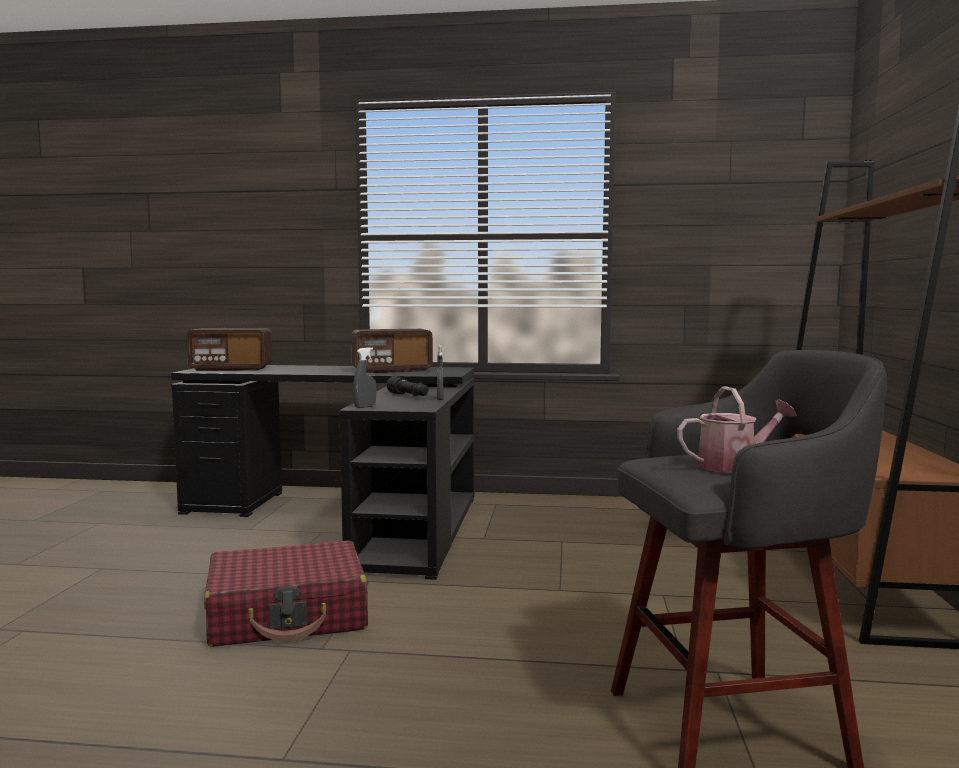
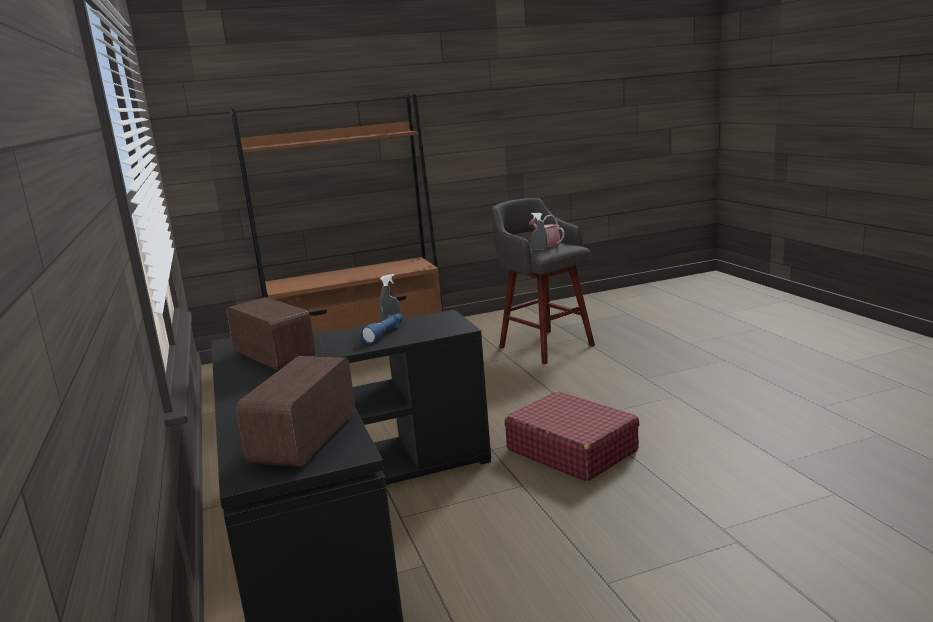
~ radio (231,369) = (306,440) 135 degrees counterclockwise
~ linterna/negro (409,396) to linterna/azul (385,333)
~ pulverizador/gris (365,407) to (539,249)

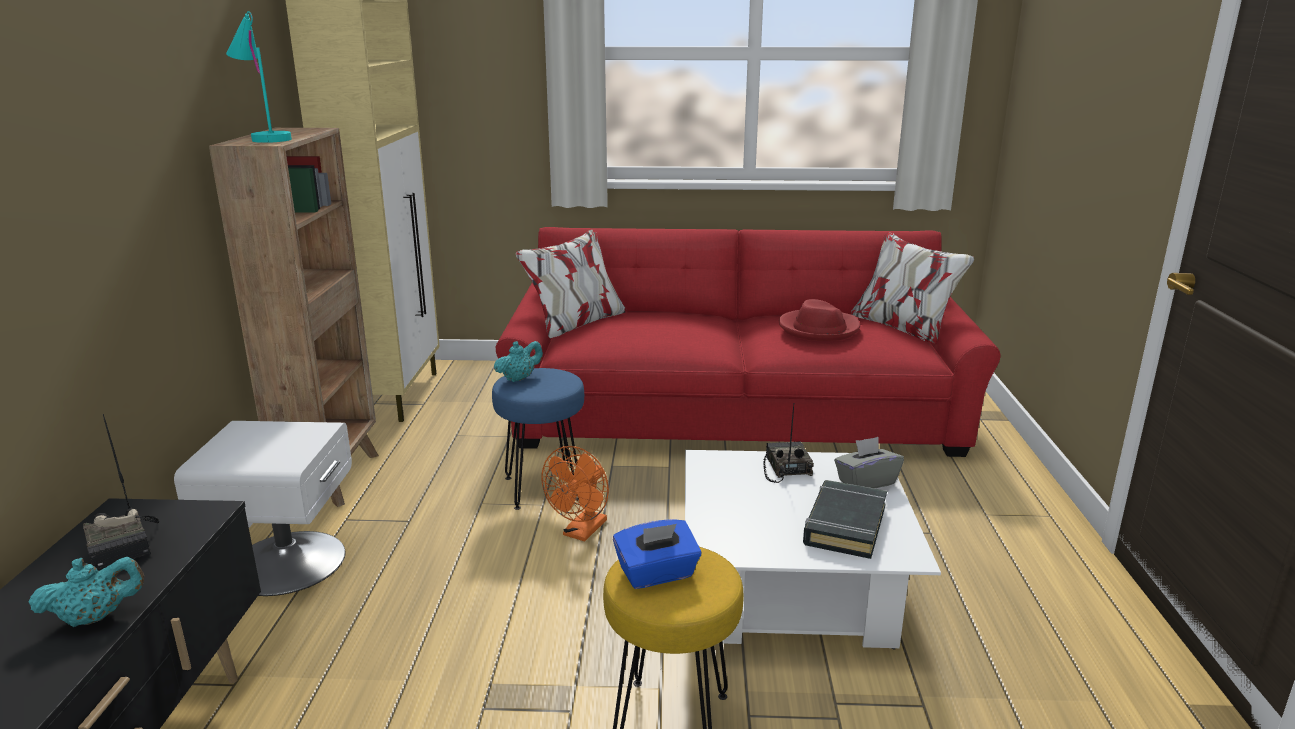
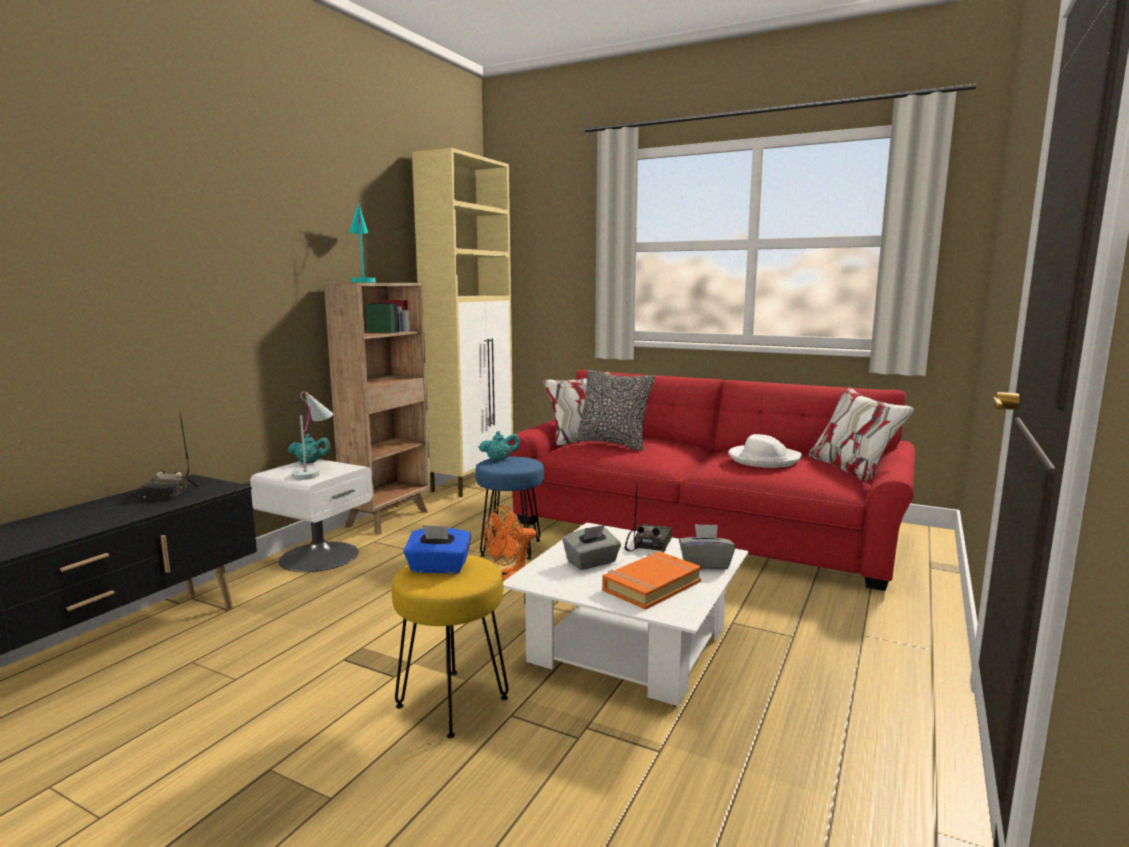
~ tetera/turquesa (96,618) to (310,462)
+ lámpara de mesa/blanco (315,473)
+ caja de pañuelos/gris (592,562)
+ cojín (613,443)
~ libro/negro (844,525) to libro/naranja (651,586)
~ sombrero/rojo (818,329) to sombrero/blanco (763,459)

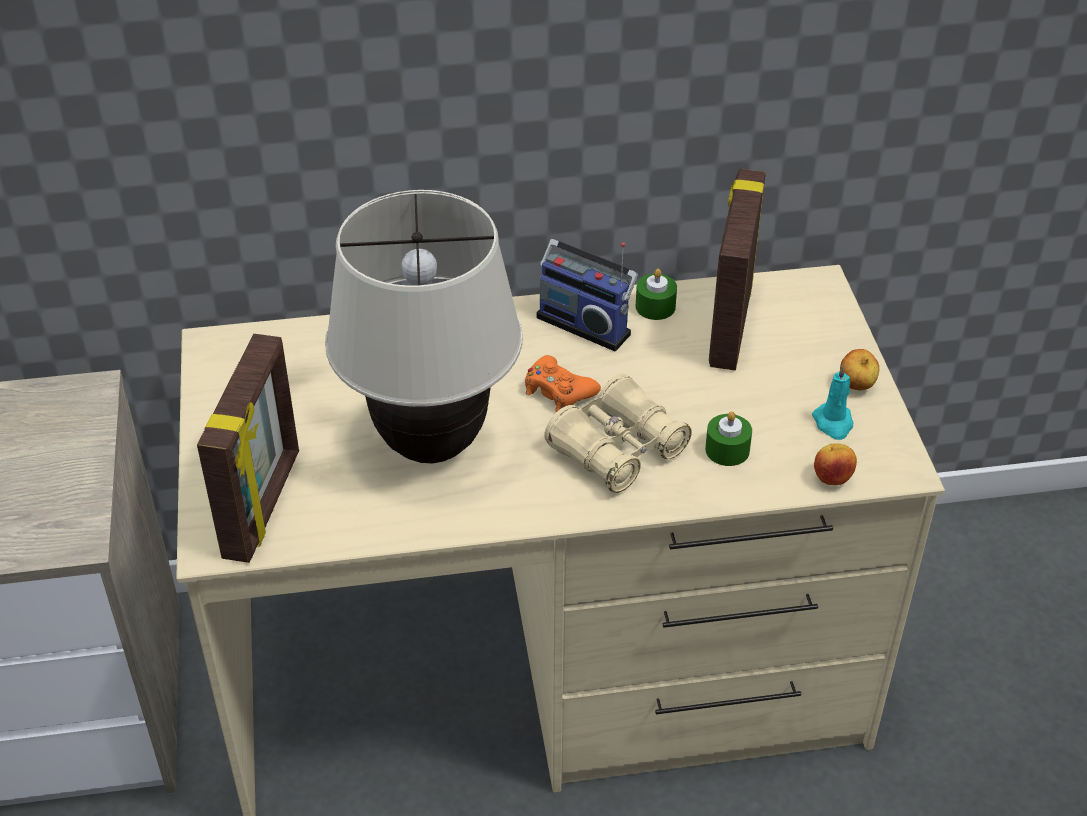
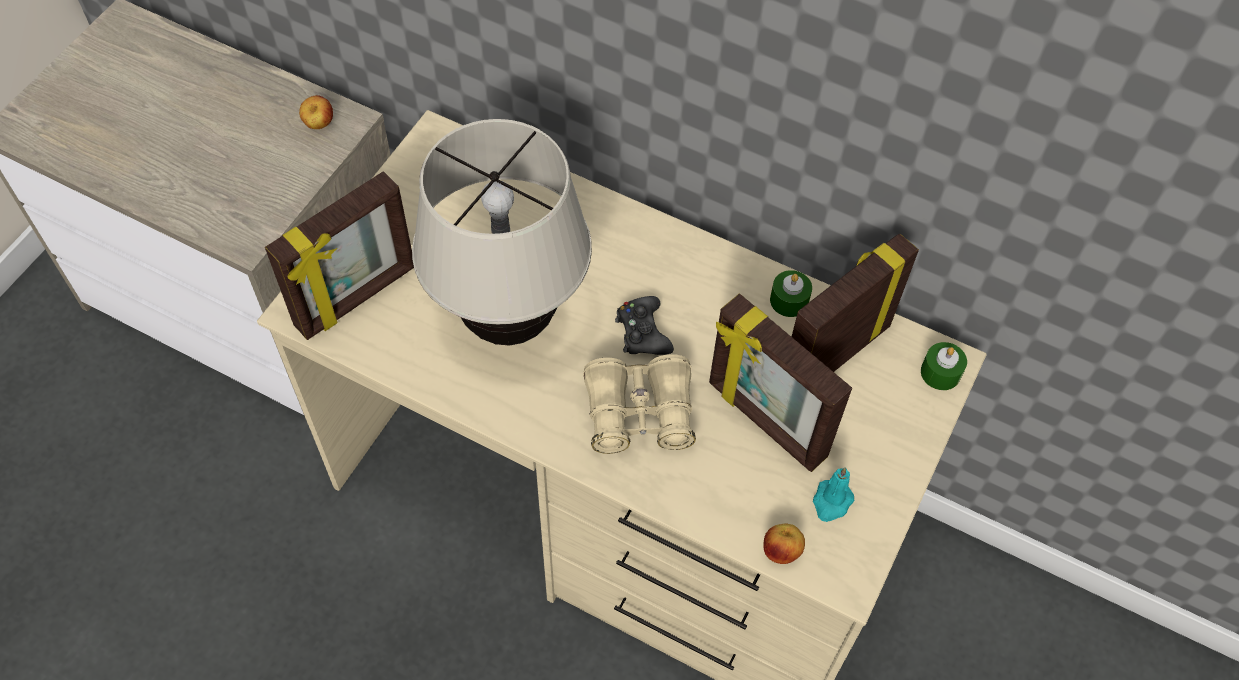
~ manzana (856,386) to (319,124)
~ mando de consola/naranja (558,391) to mando de consola/negro (642,332)
+ portarretratos (765,421)
~ vela/verde (727,450) to (940,372)
- radio (586,323)

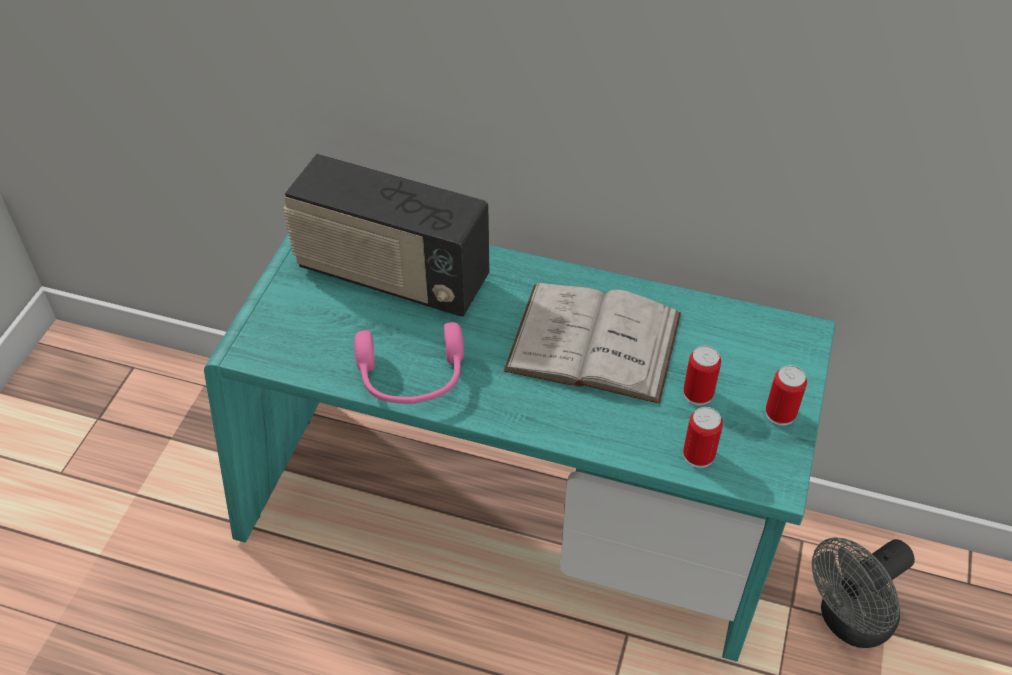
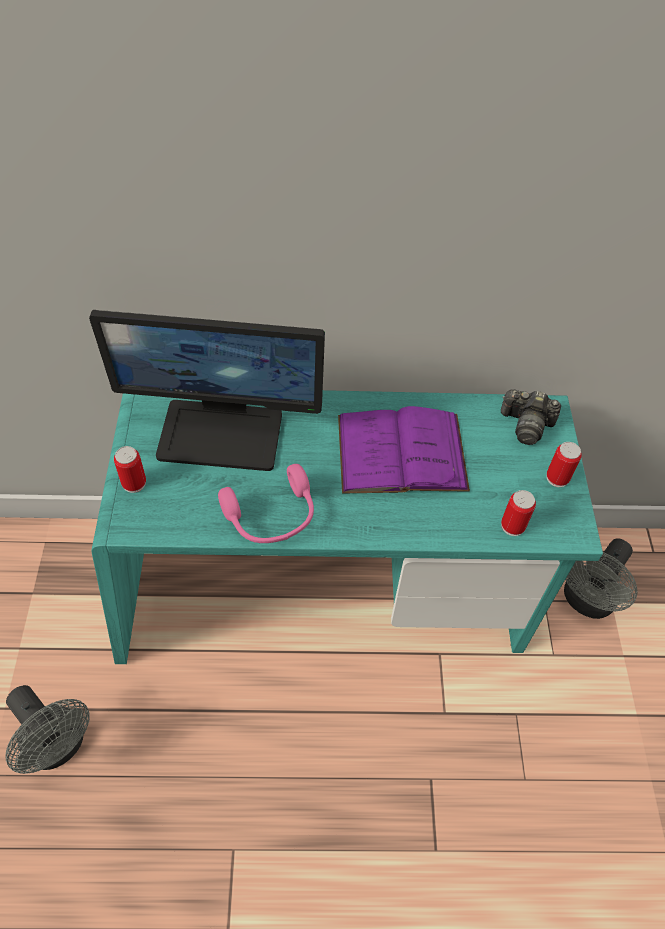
+ ventilador/gris (59,746)
~ radio (391,276) to monitor (222,433)
~ lata (698,394) to (134,483)
~ libro/blanco (594,342) to libro/morado (401,452)
+ cámara (526,425)

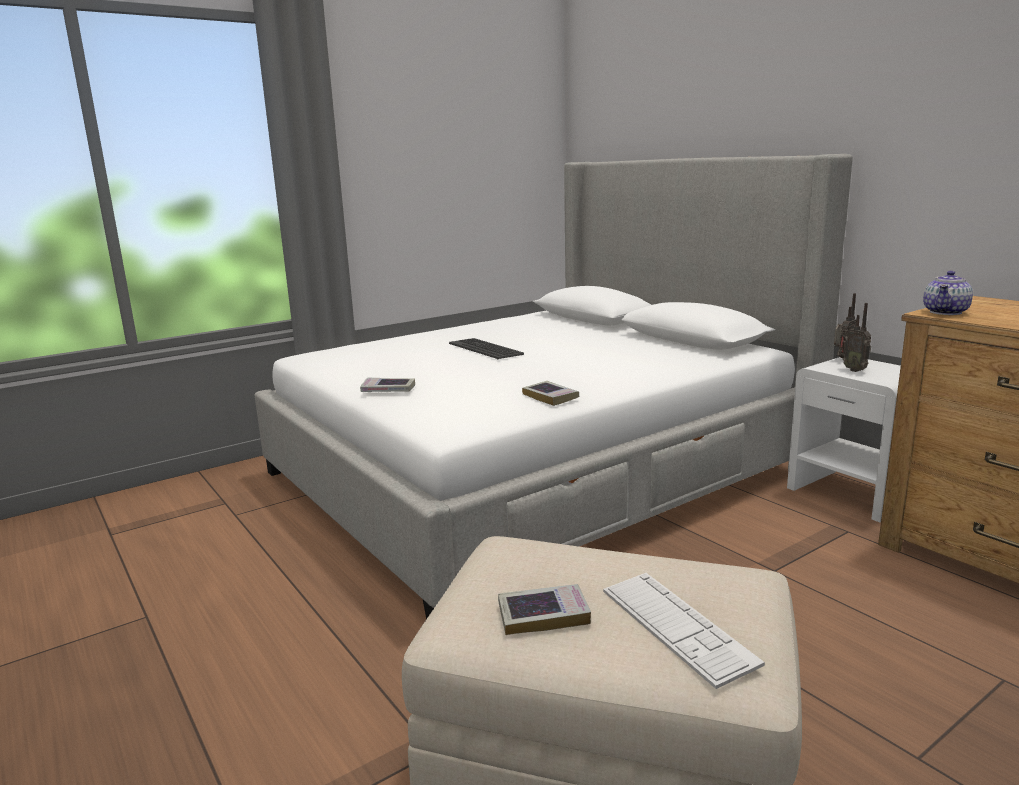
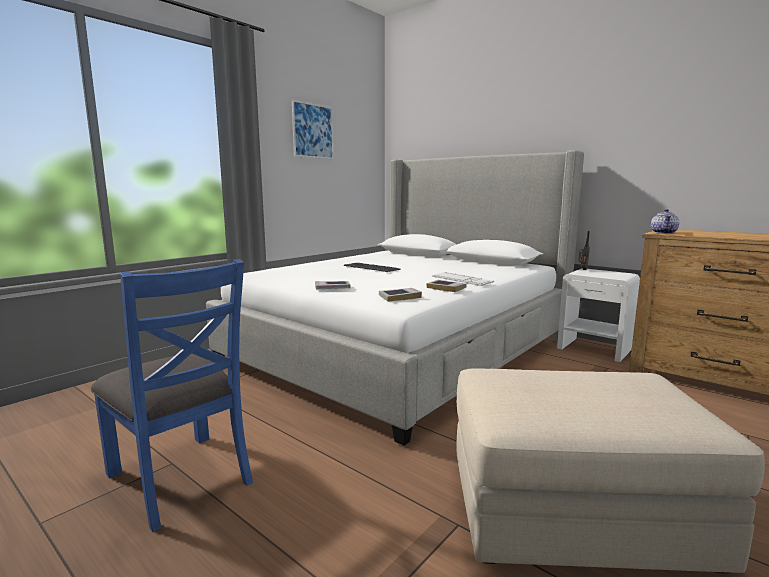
+ silla/azul (181,477)
+ cuadro (313,131)
~ libro (543,615) to (400,297)
~ teclado (676,627) to (461,279)
- radio (855,370)

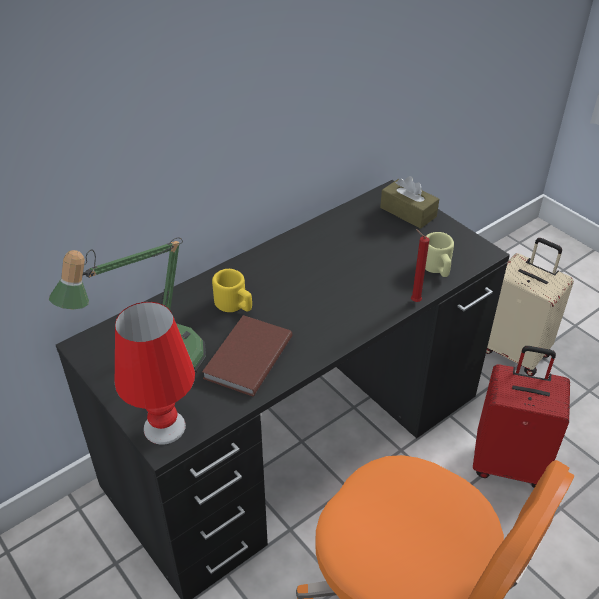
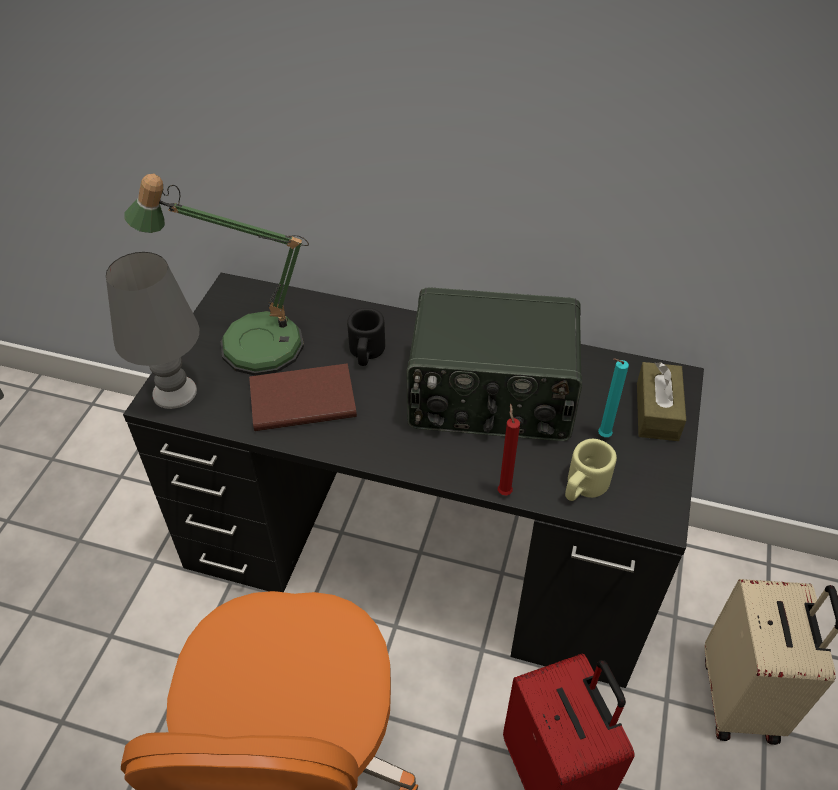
~ lámpara de mesa/rojo (164,427) to lámpara de mesa/gris (175,392)
~ taza grande/amarillo (234,305) to taza grande/negro (366,352)
+ radio (491,396)
+ vela/turquesa (602,436)

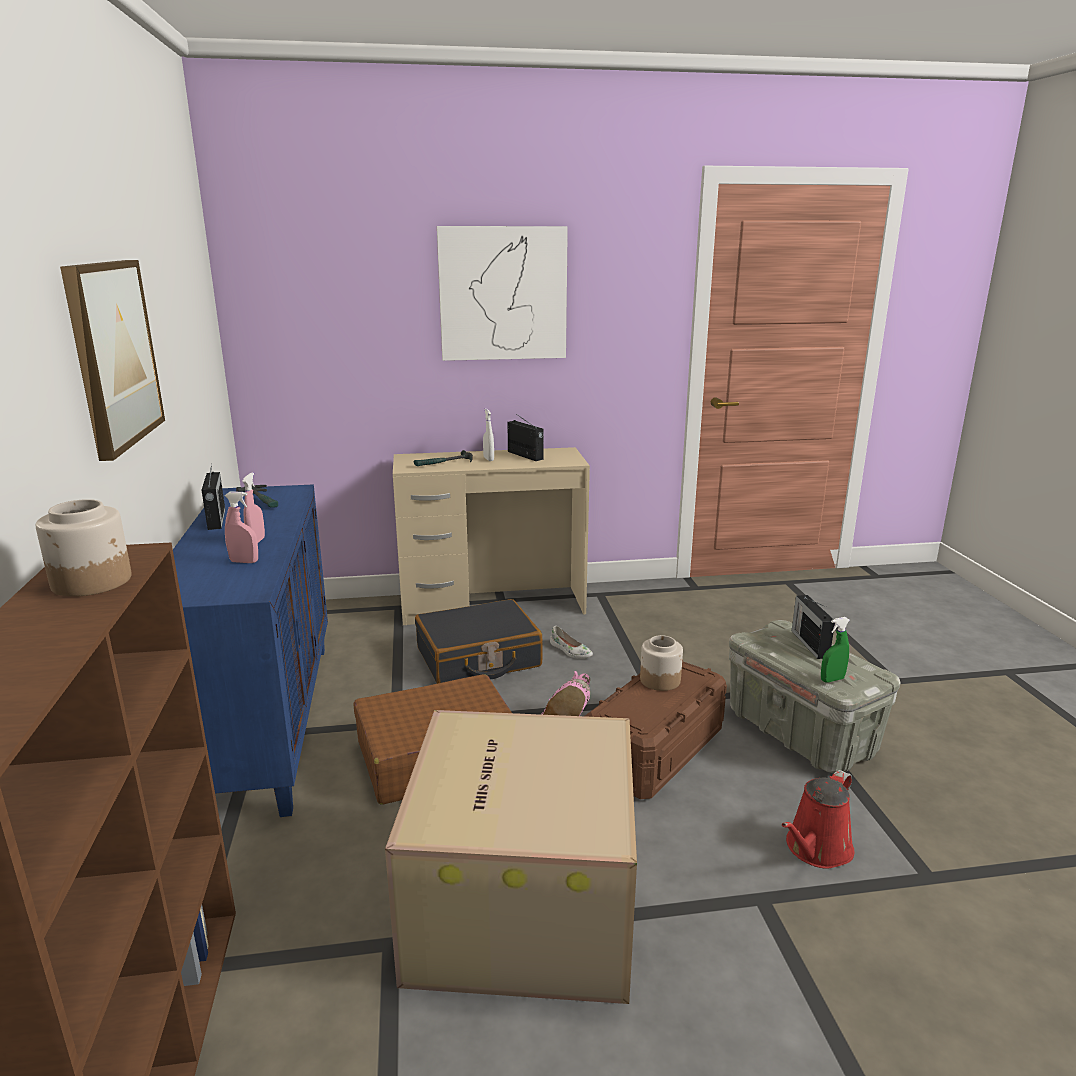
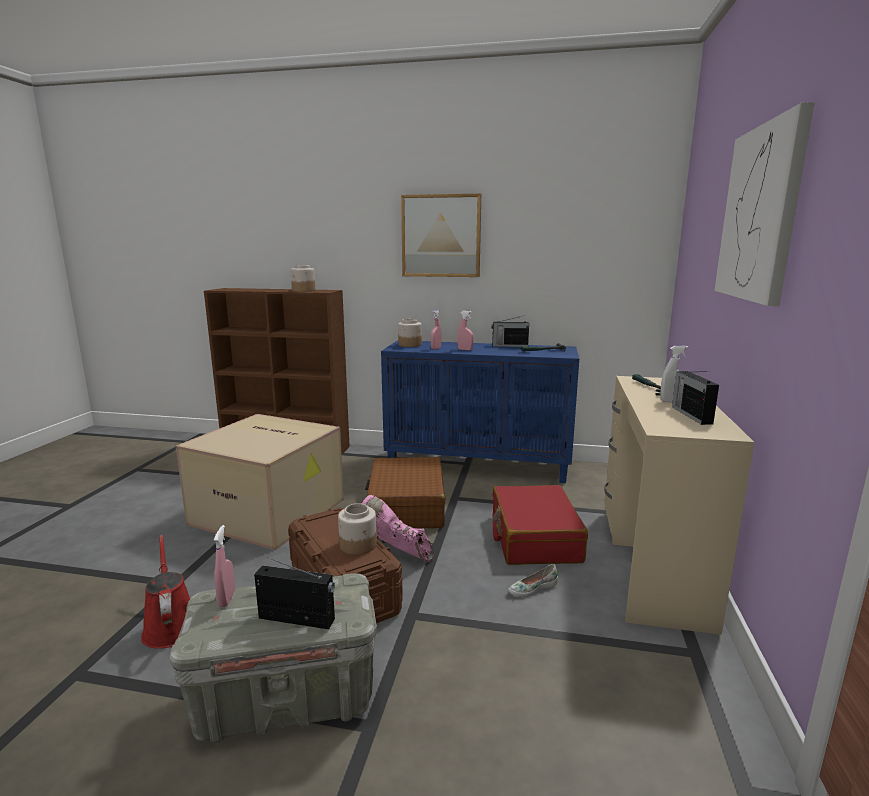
~ pulverizador/verde (832,679) to pulverizador/rosa (227,599)
+ tarro (410,345)
~ maleta/negro (478,658) to maleta/rojo (534,538)
~ radio (525,455) = (691,415) 105 degrees clockwise

